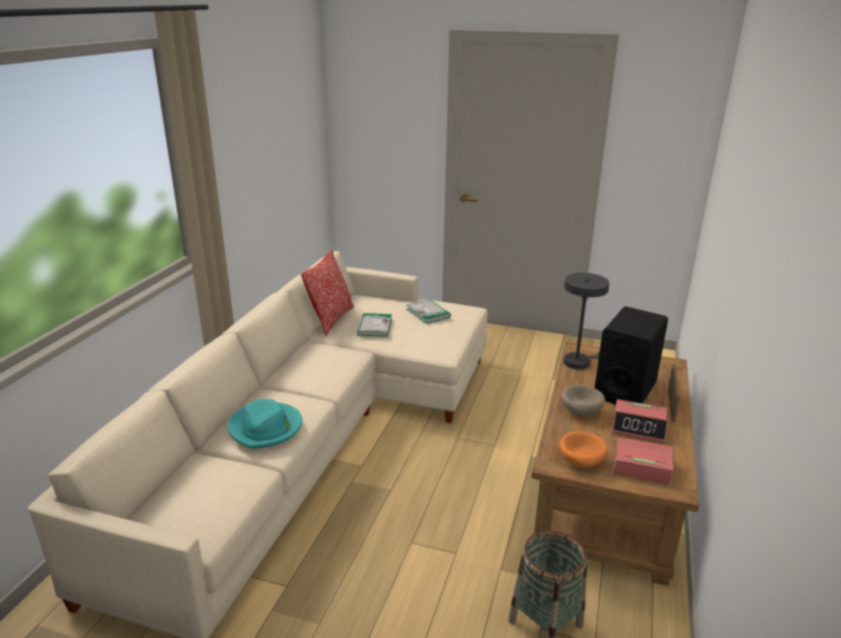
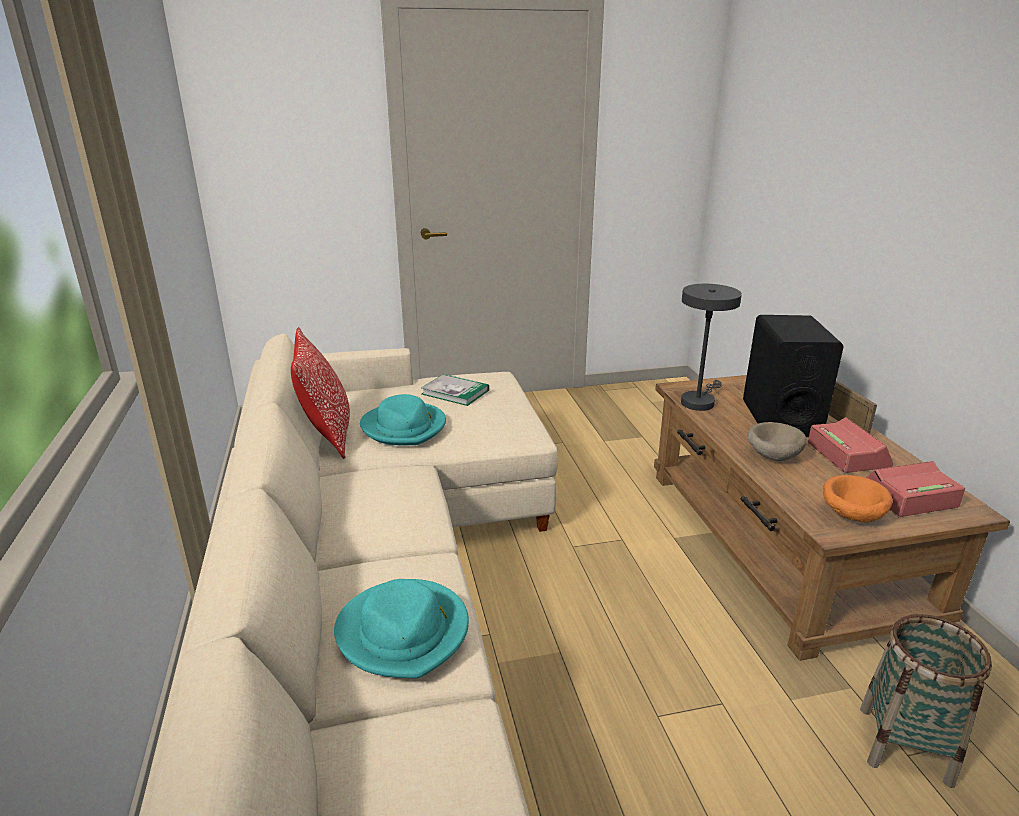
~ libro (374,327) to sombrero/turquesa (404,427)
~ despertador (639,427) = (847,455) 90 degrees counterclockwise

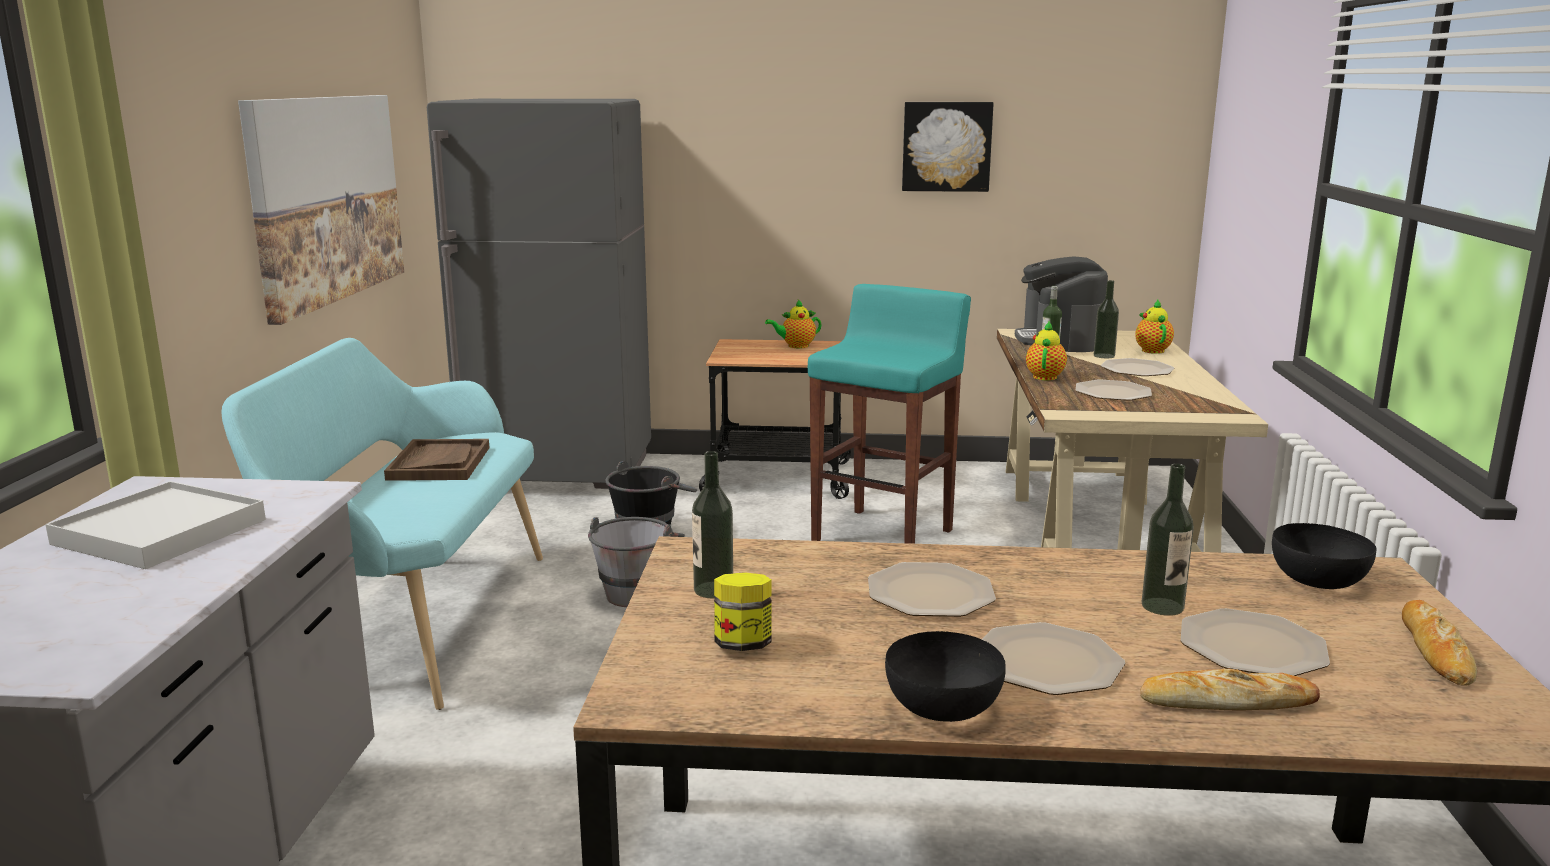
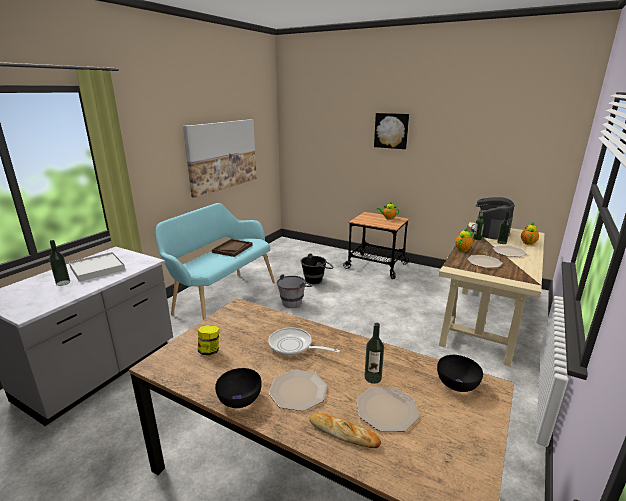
~ botella (713,590) to (63,283)
~ plato (931,593) to sartén (294,346)
~ cuadro (946,146) to (391,130)
- nevera/gris (560,474)
- taburete/turquesa (884,535)
- pan (1435,650)

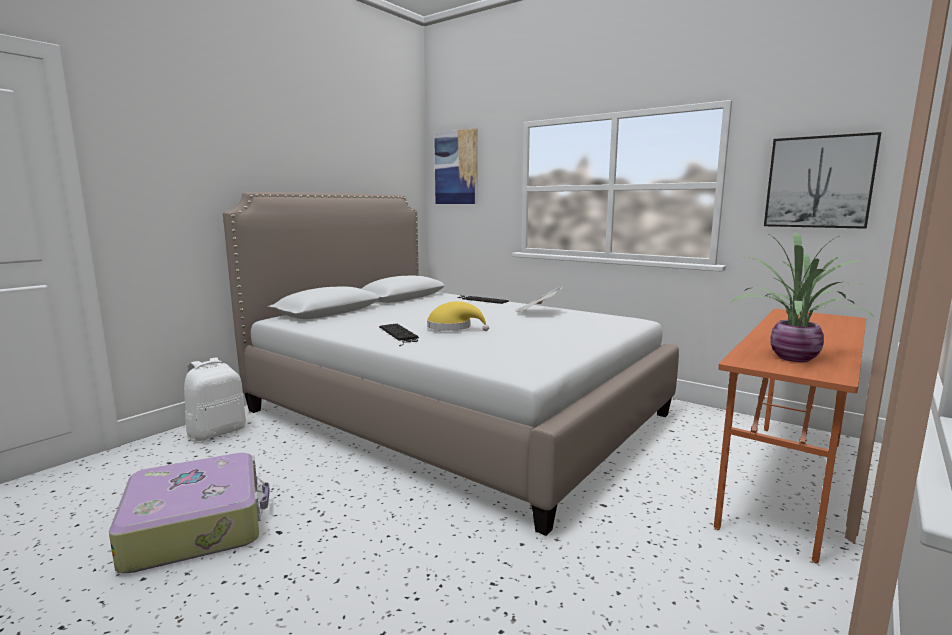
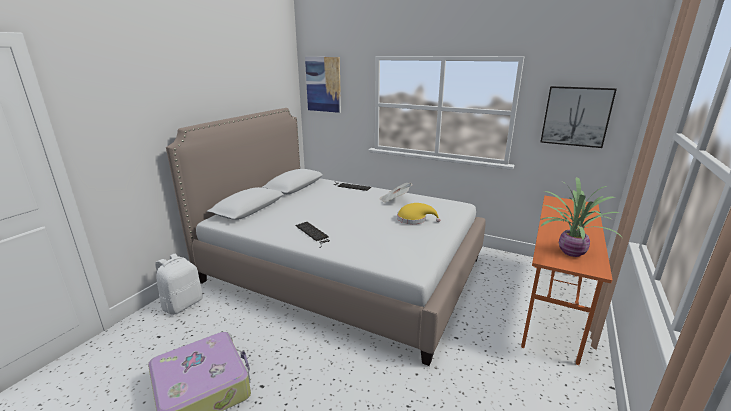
~ sombrero/amarillo (453,327) to (414,219)

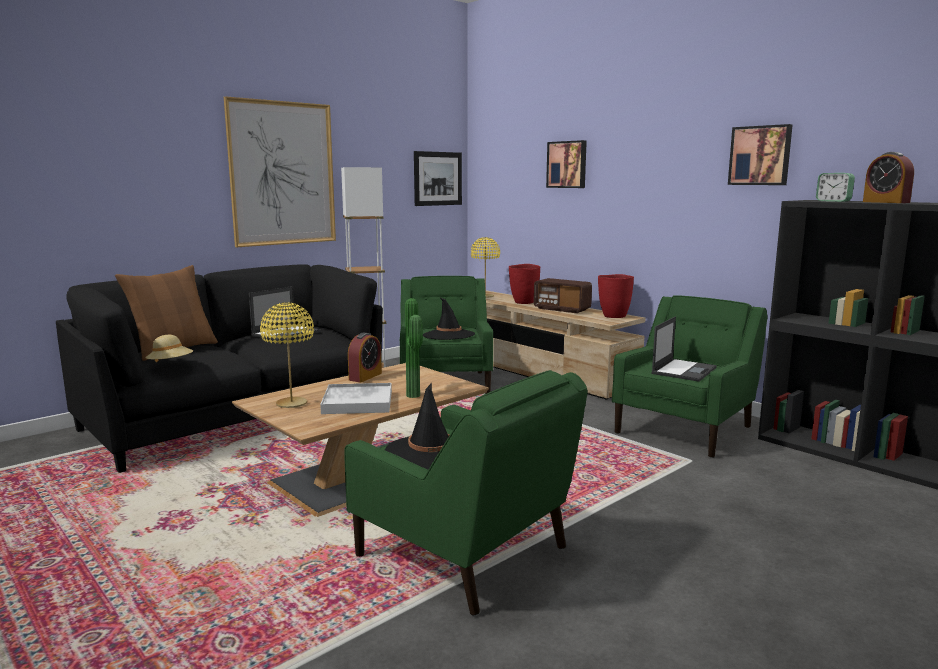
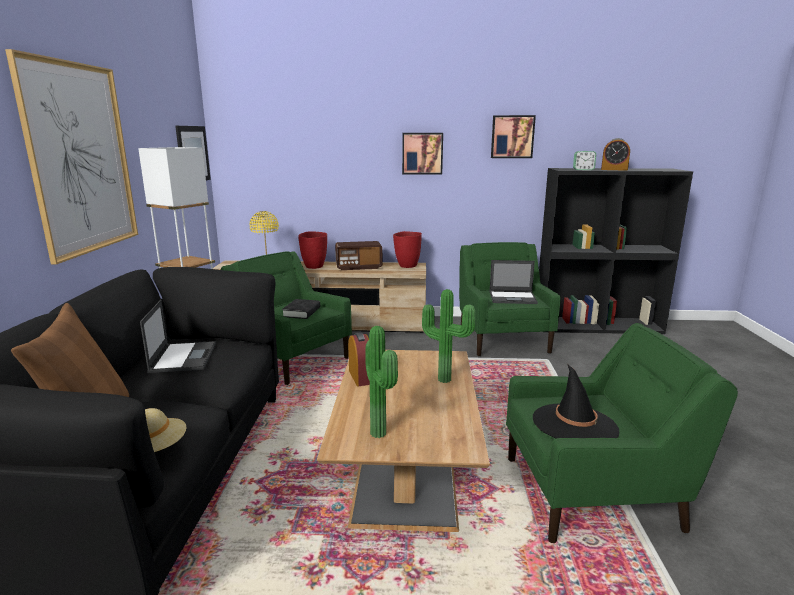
~ sombrero/negro (448,335) to libro/negro (301,312)
~ lámpara de mesa/amarillo (292,404) to planta en maceta (381,432)
~ cuadro (567,164) to (422,153)
~ portátil (684,370) = (513,298) 105 degrees clockwise
- bandeja/blanco (357,402)

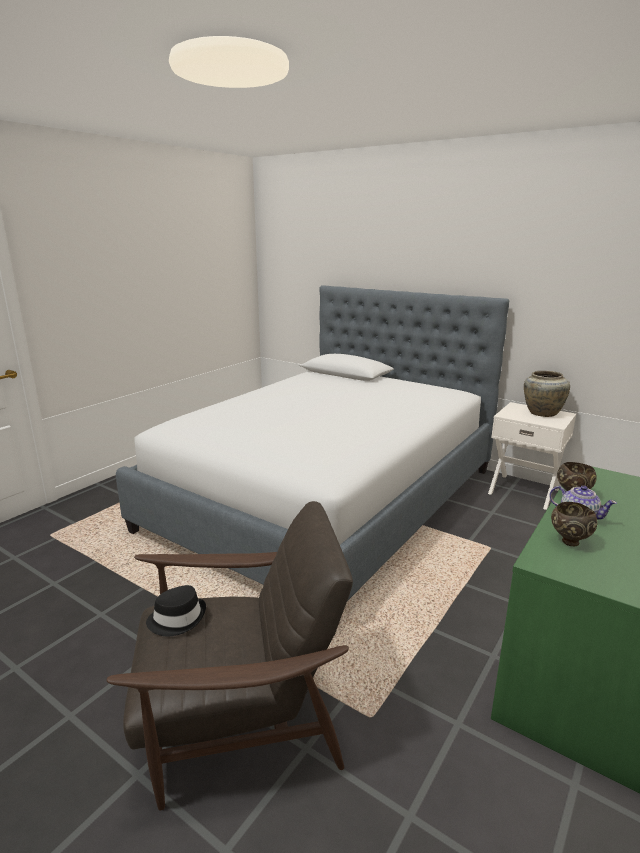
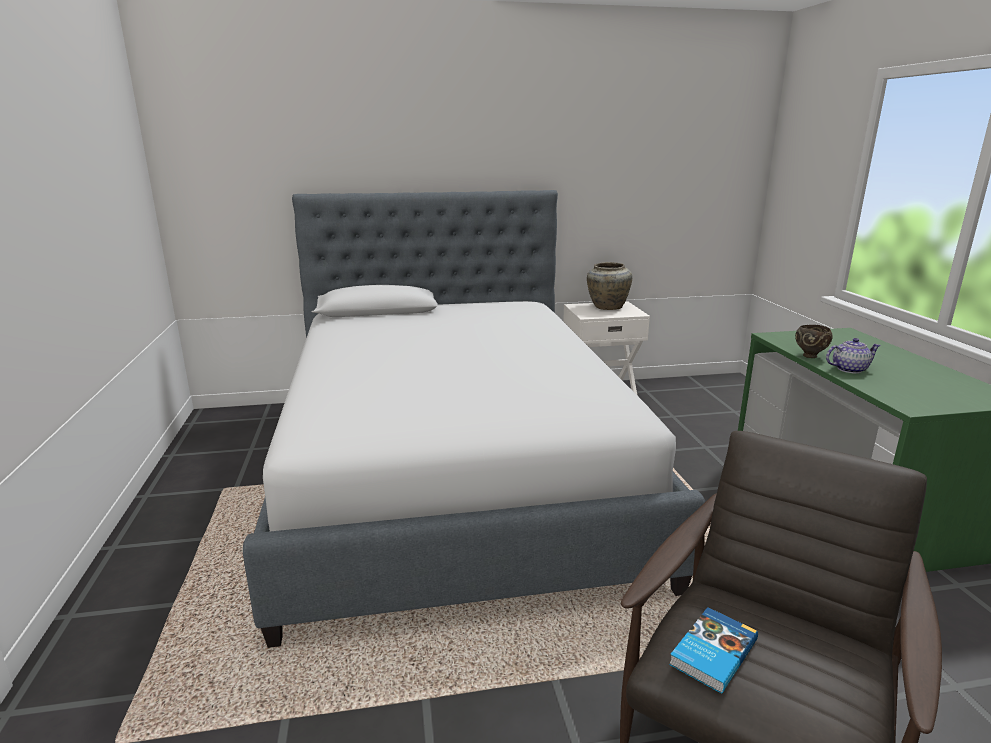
~ sombrero/negro (177,618) to libro (711,652)
- cuenco/marrón (569,541)

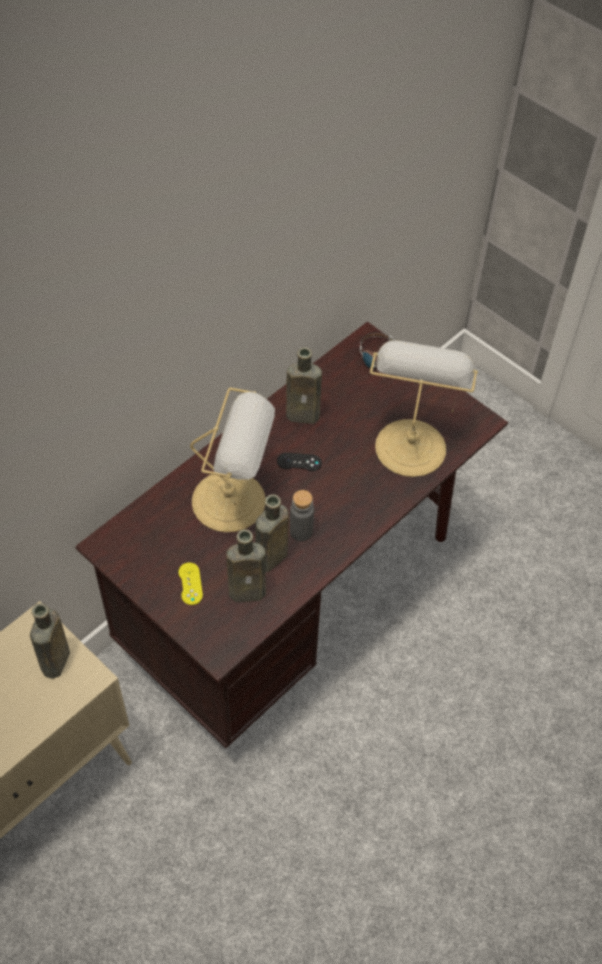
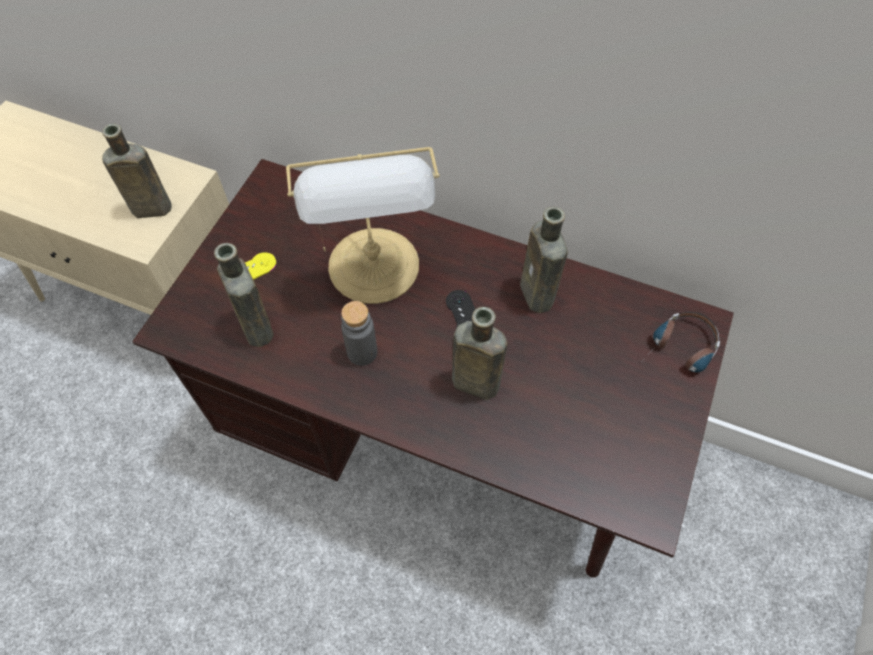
~ botella/marrón (269,560) to (472,382)
- lámpara de mesa (410,444)

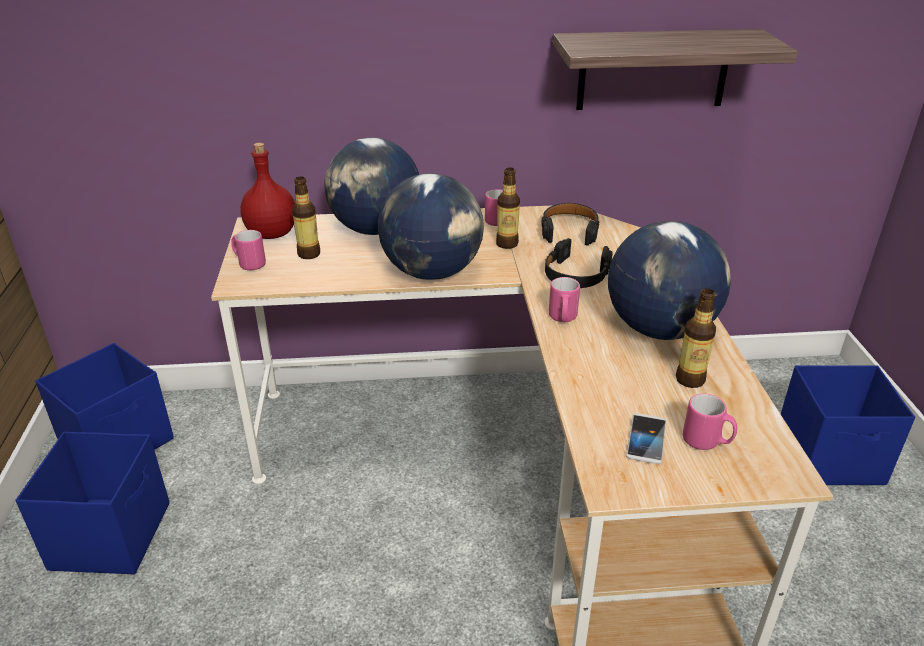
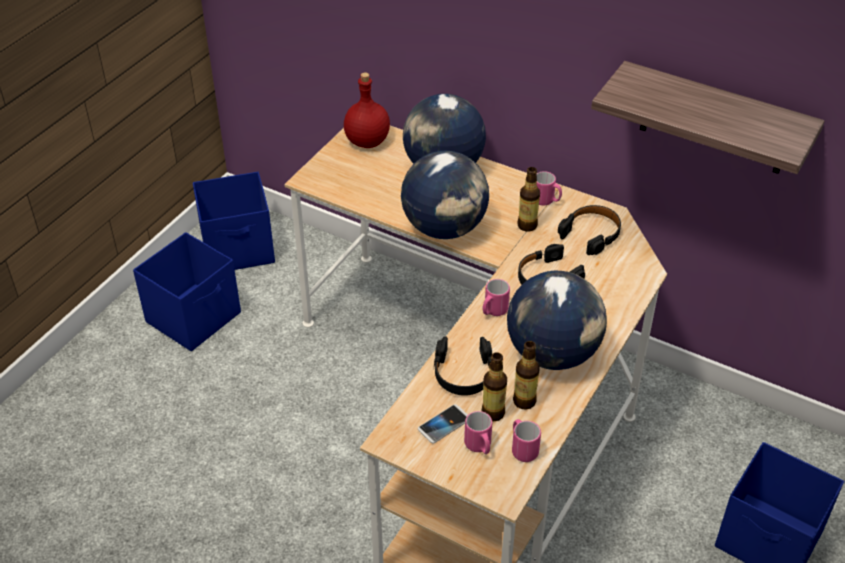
+ auriculares/negro (463,373)
~ botella (309,254) to (493,413)
~ taza grande/rosa (249,264) to (522,448)

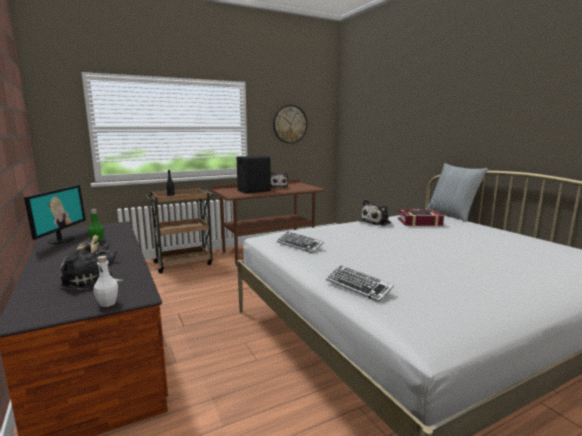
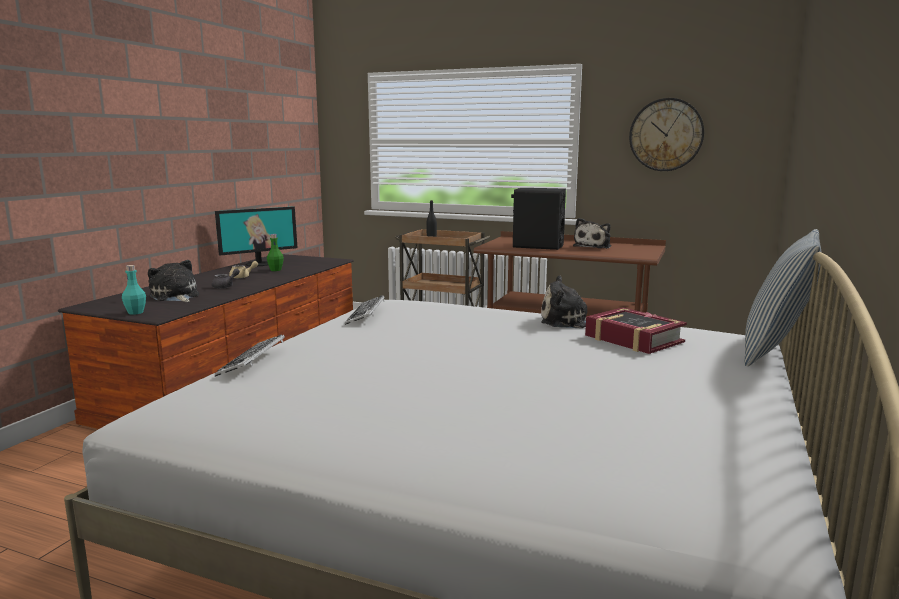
~ botella/blanco (108,303) to botella/turquesa (135,312)

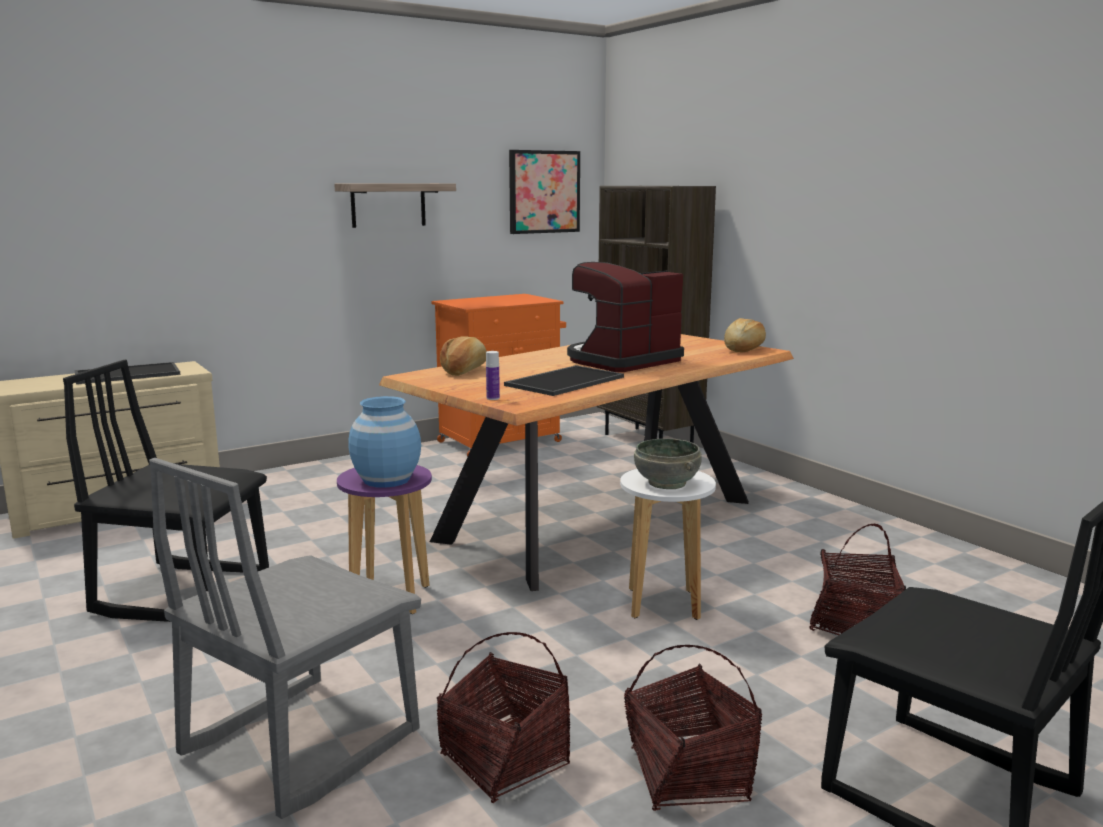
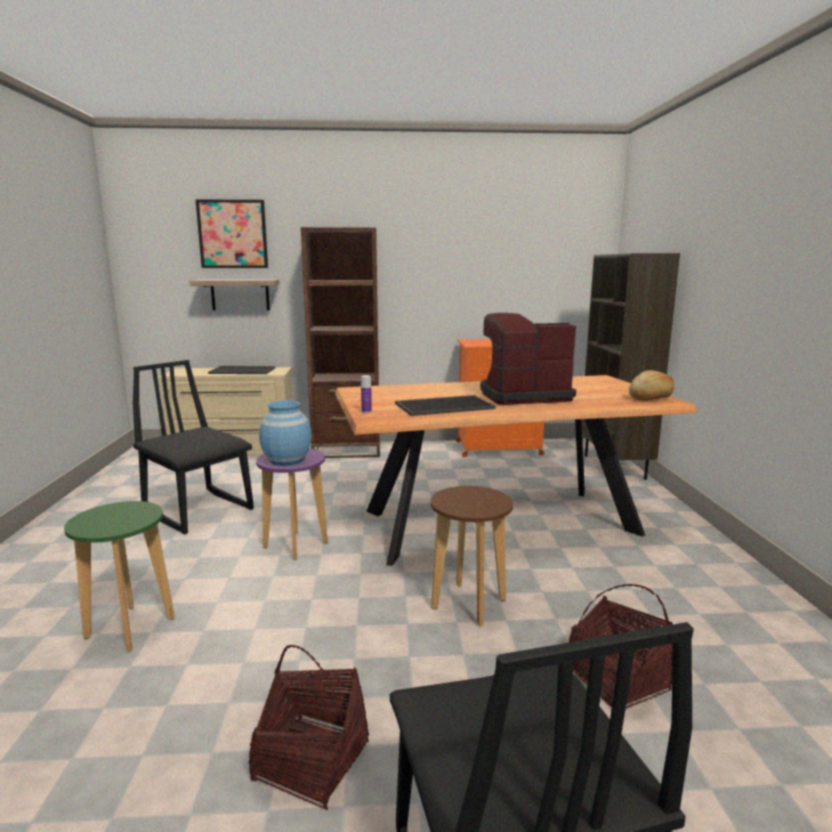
~ silla/gris (299,742) to taburete/verde (130,628)
~ estante (388,205) to (240,295)
~ cuadro (544,192) to (233,234)
+ estantería/marrón (347,450)
~ taburete/blanco (663,604) to taburete/marrón (468,604)
- cesta (504,760)
- pan (464,371)
- cuenco/gris (667,483)

